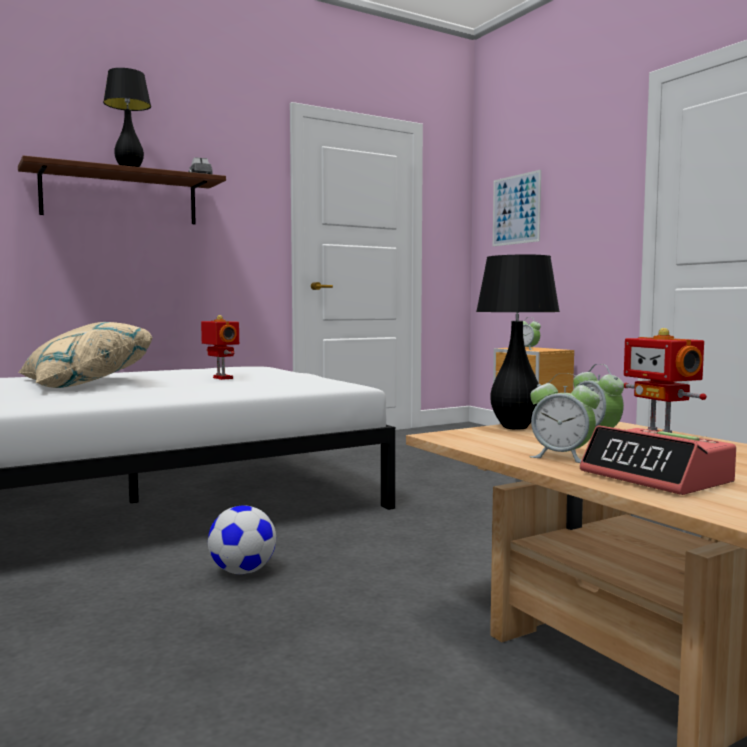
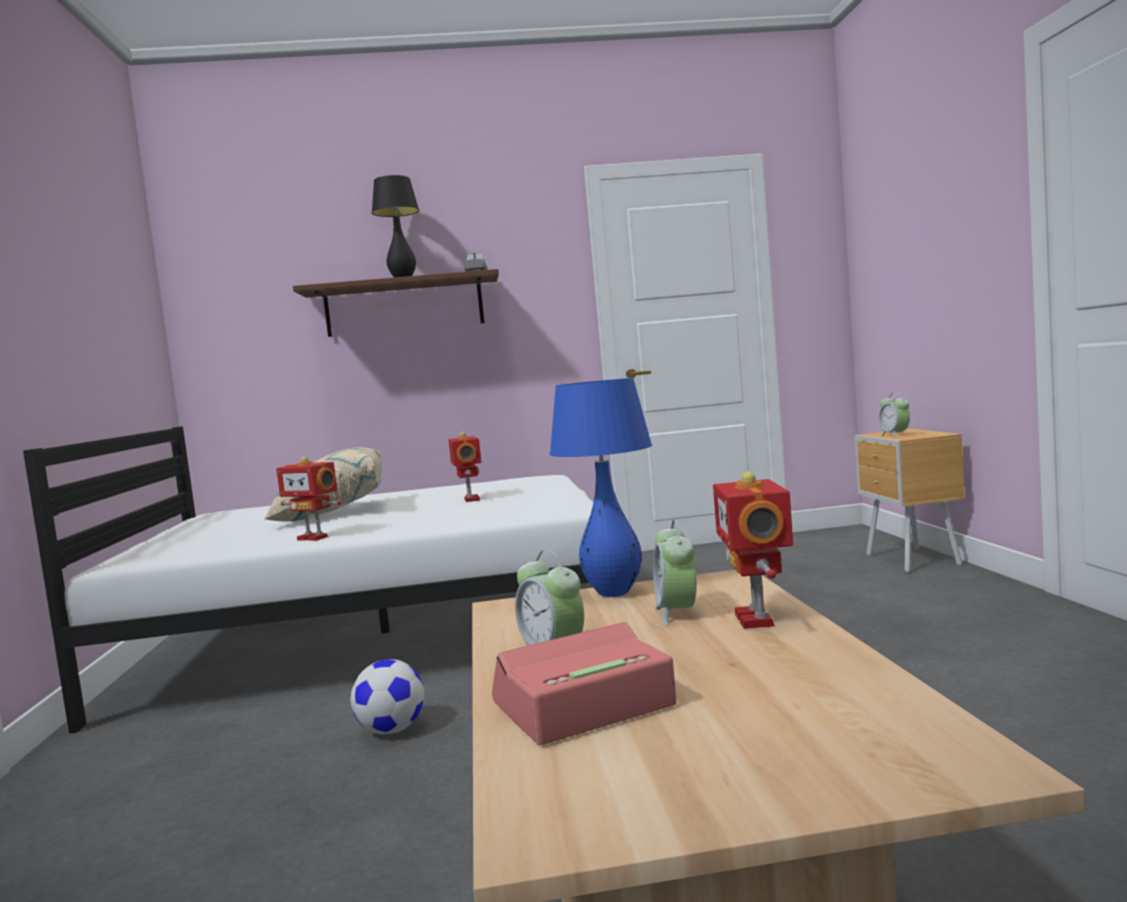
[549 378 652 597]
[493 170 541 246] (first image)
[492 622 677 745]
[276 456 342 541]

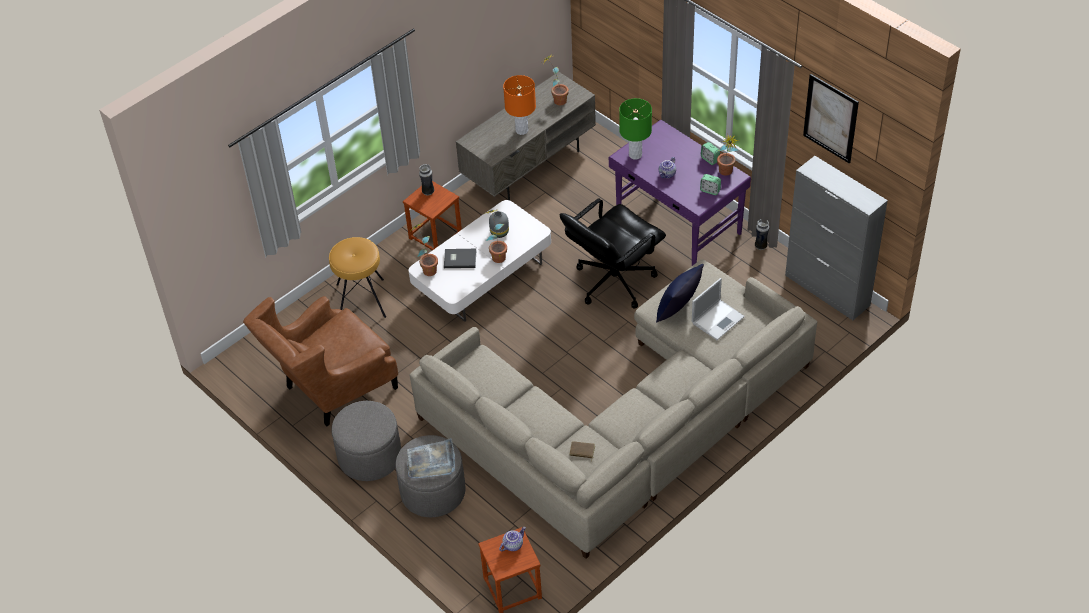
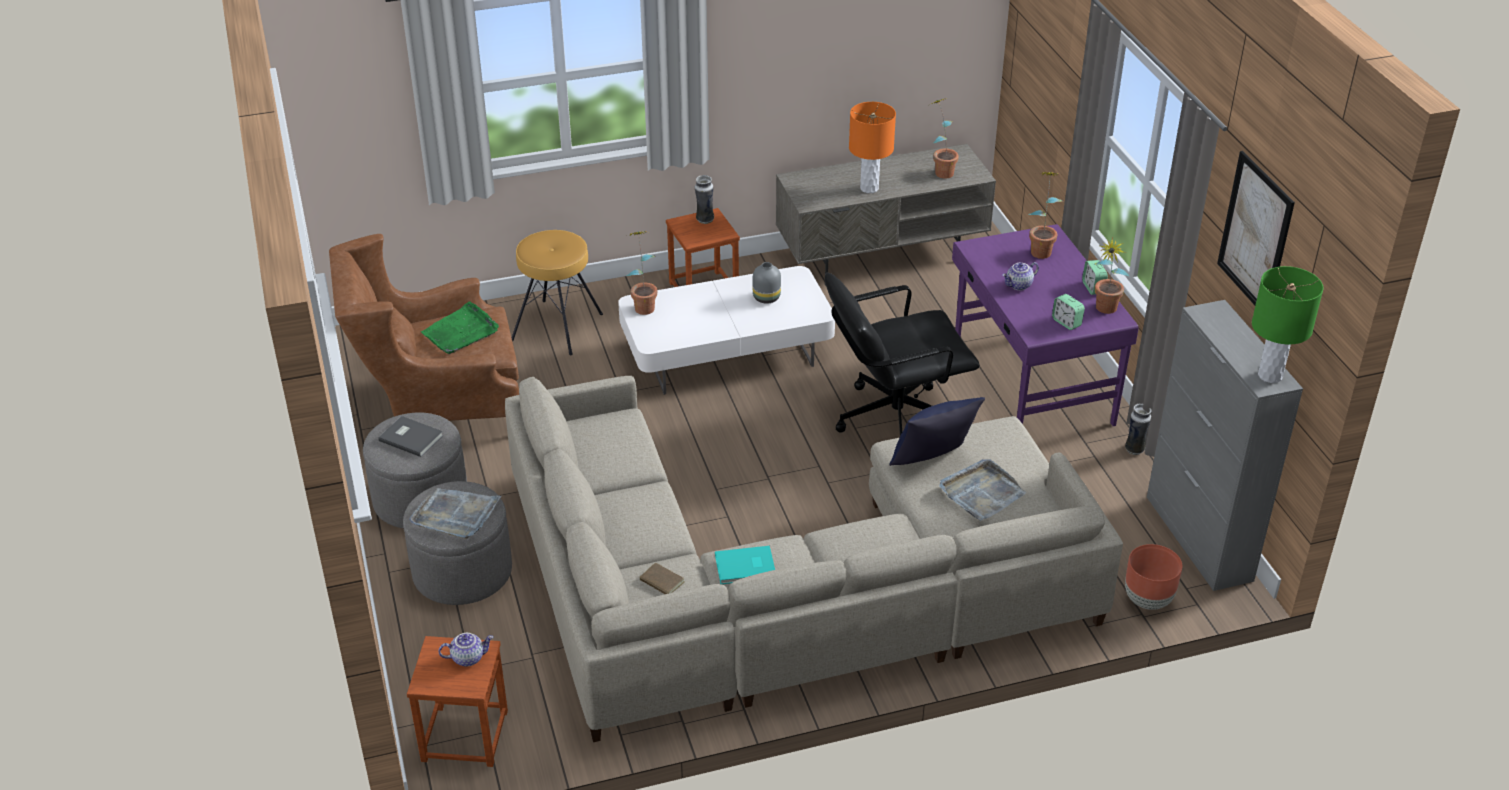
[379 416 443 457]
[1028 172 1064 259]
[1252 266 1323 383]
[939 459 1026 520]
[421 301 499 354]
[715 546 775 584]
[1125 544 1182 610]

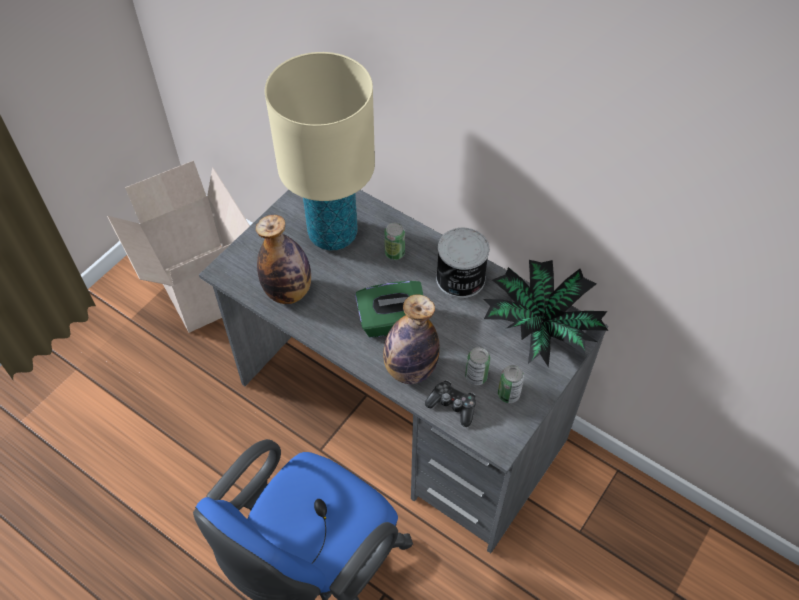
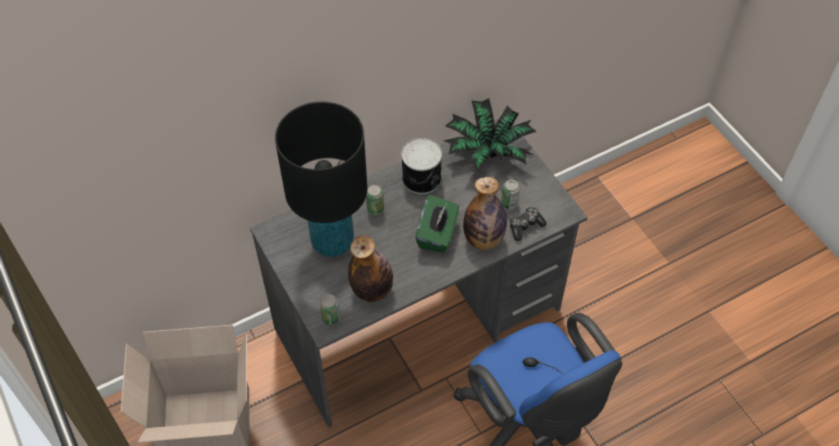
[275 101 367 257]
[320 294 340 325]

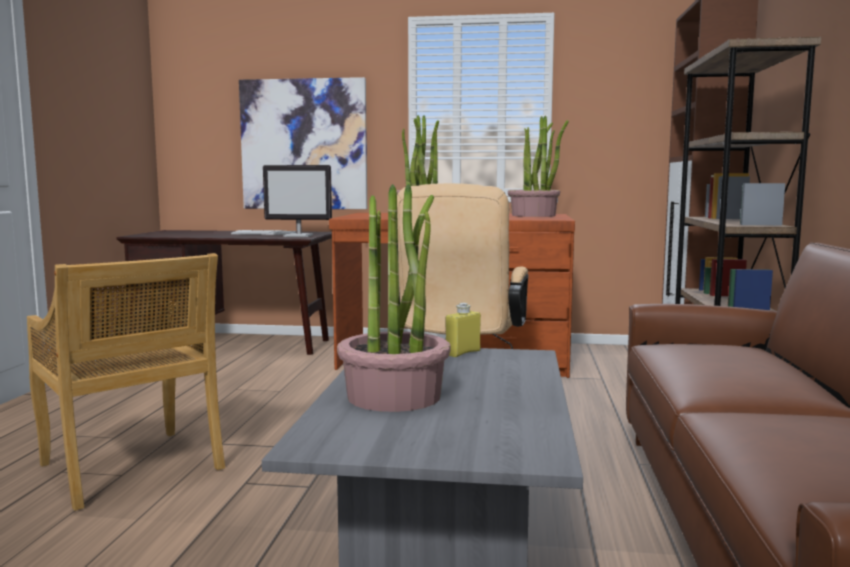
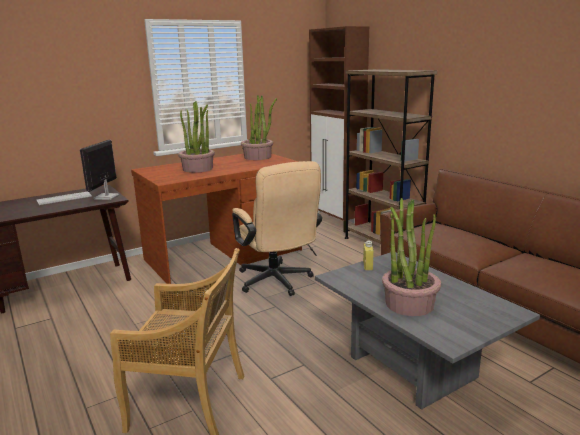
[239 77 367 209] (first image)
[80 140 119 200]

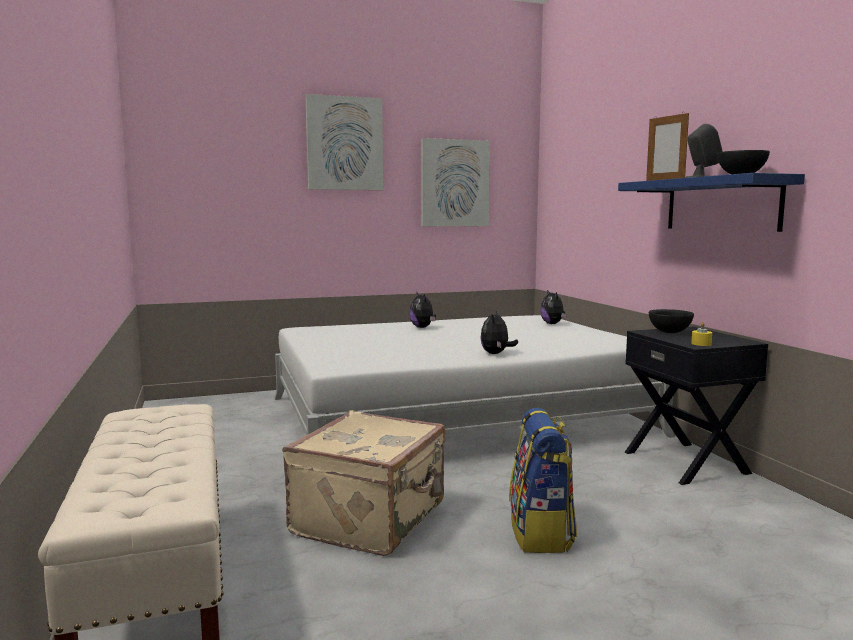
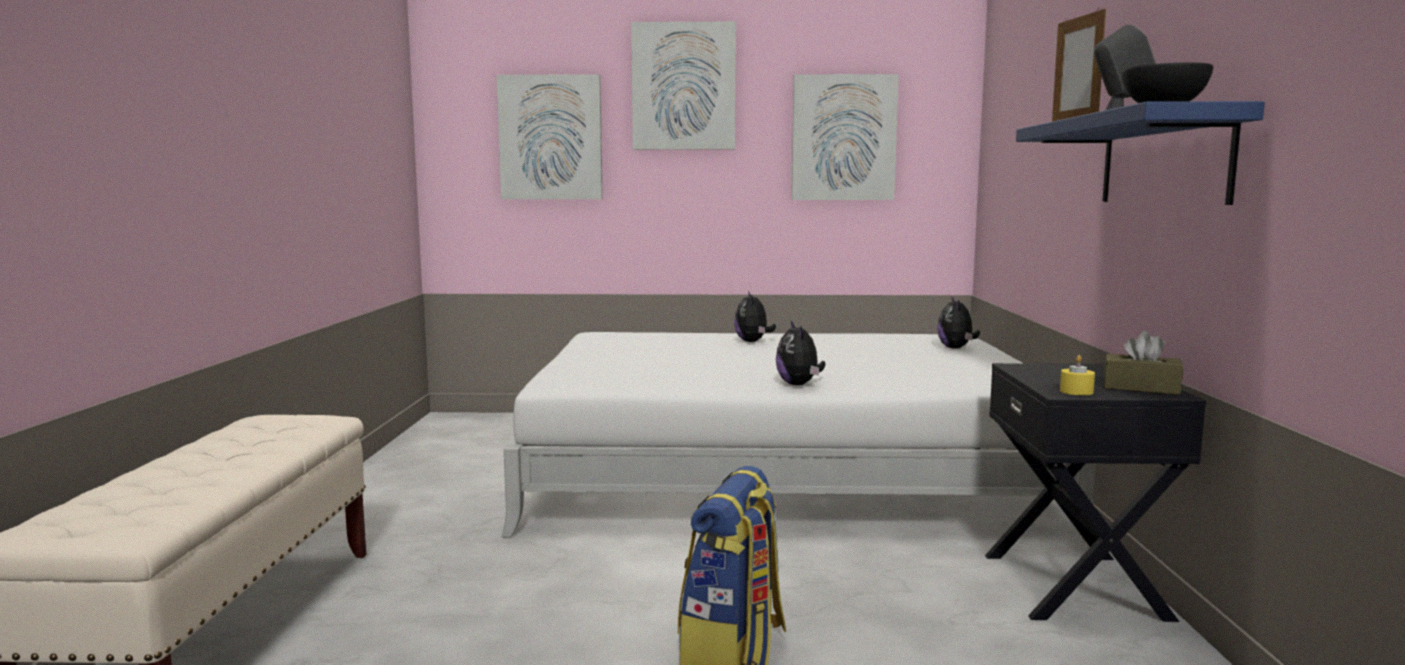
[282 411 445 556] (first image)
[776 321 825 385]
[649 309 694 333] (first image)
[497 74 603 199]
[1104 331 1183 395]

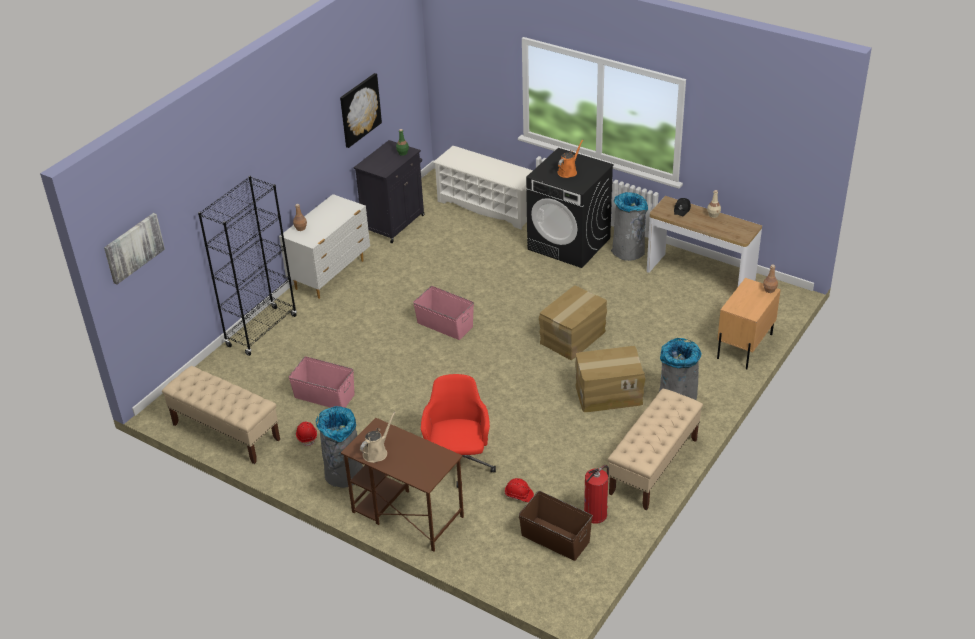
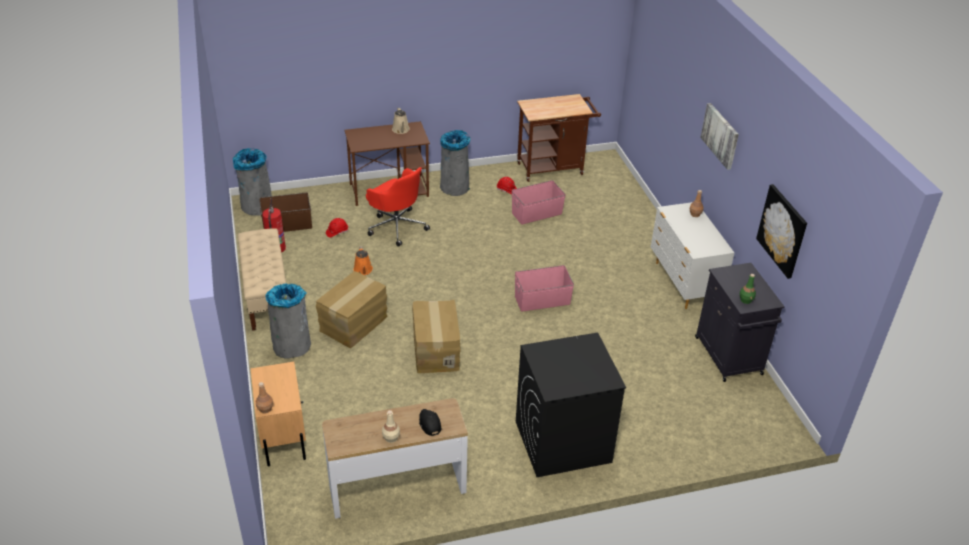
[700 103 739 170]
[517 94 601 182]
[198 176 297 356] (first image)
[433 146 533 229] (first image)
[353 247 373 275]
[233 148 272 216]

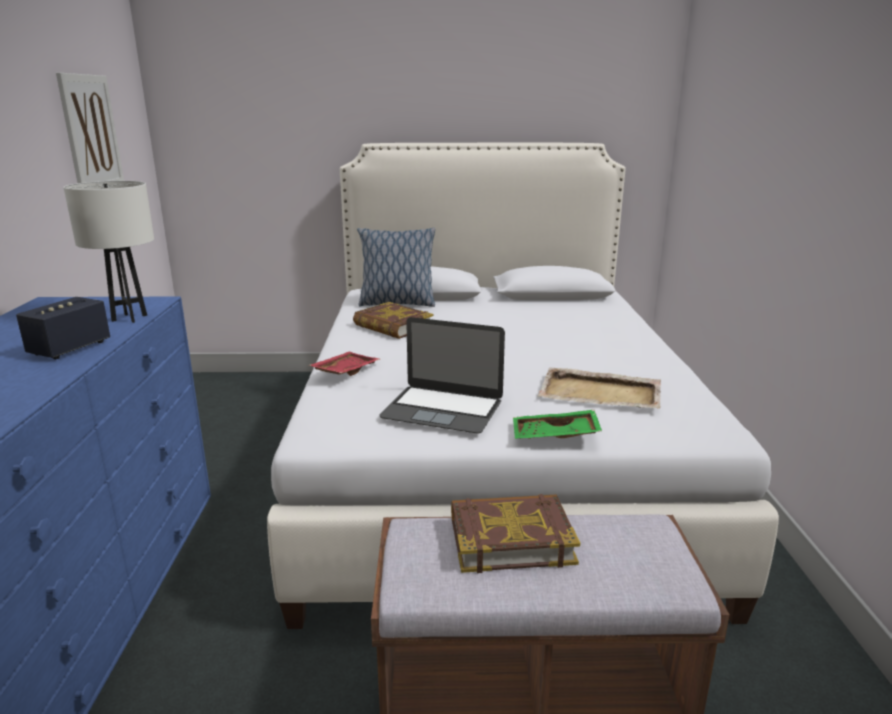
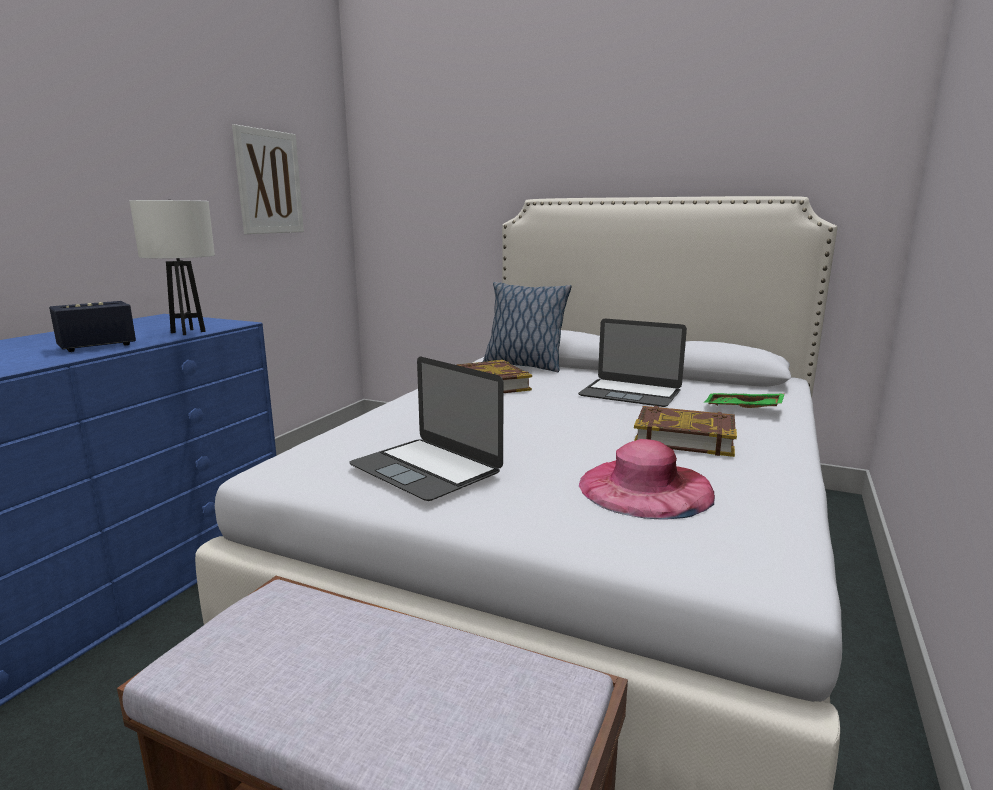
[309 352 380 376] (first image)
[634 406 737 457]
[704 393 785 408]
[579 439 715 520]
[578 319 687 407]

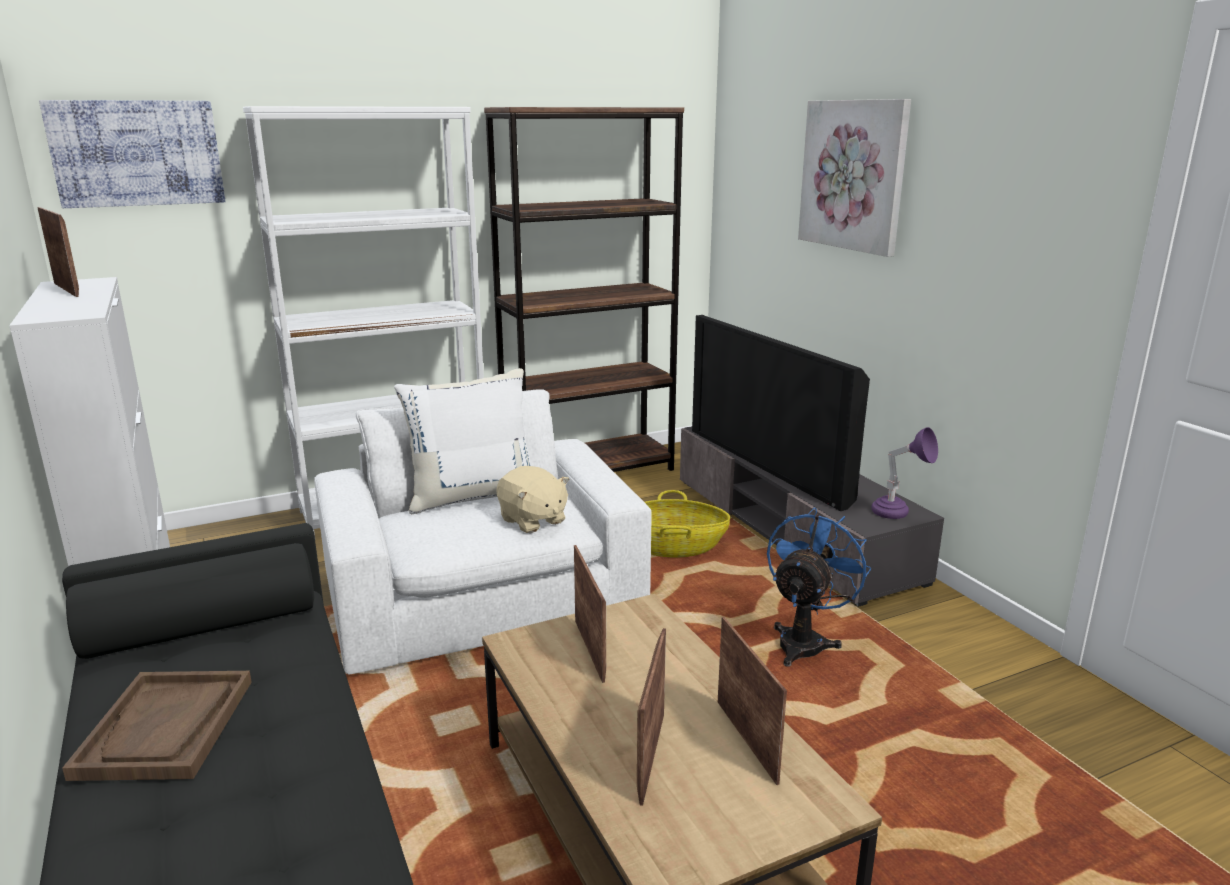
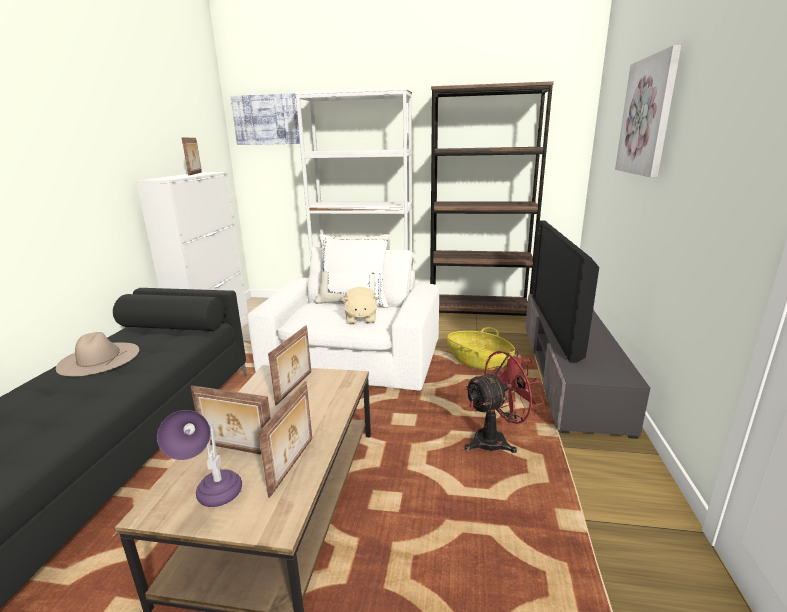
[56 332 139 376]
[190 385 271 455]
[464 349 544 453]
[157 410 242 507]

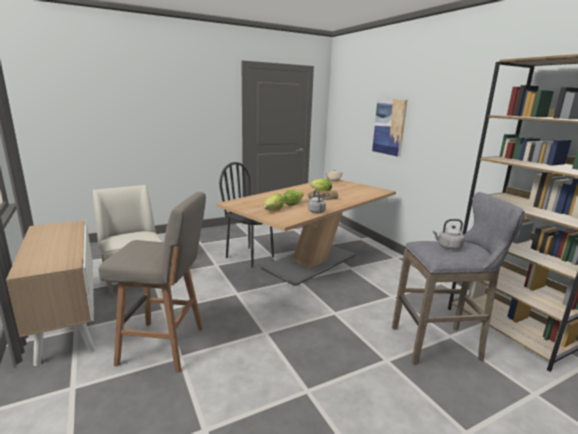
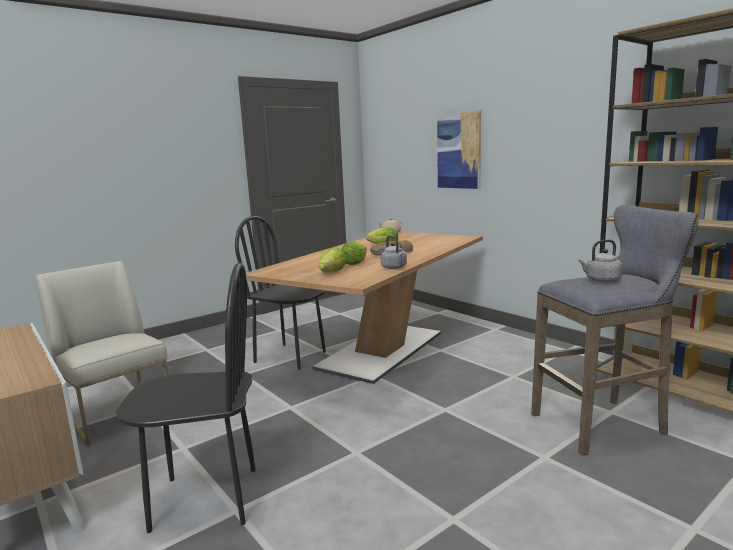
[116 263 256 533]

